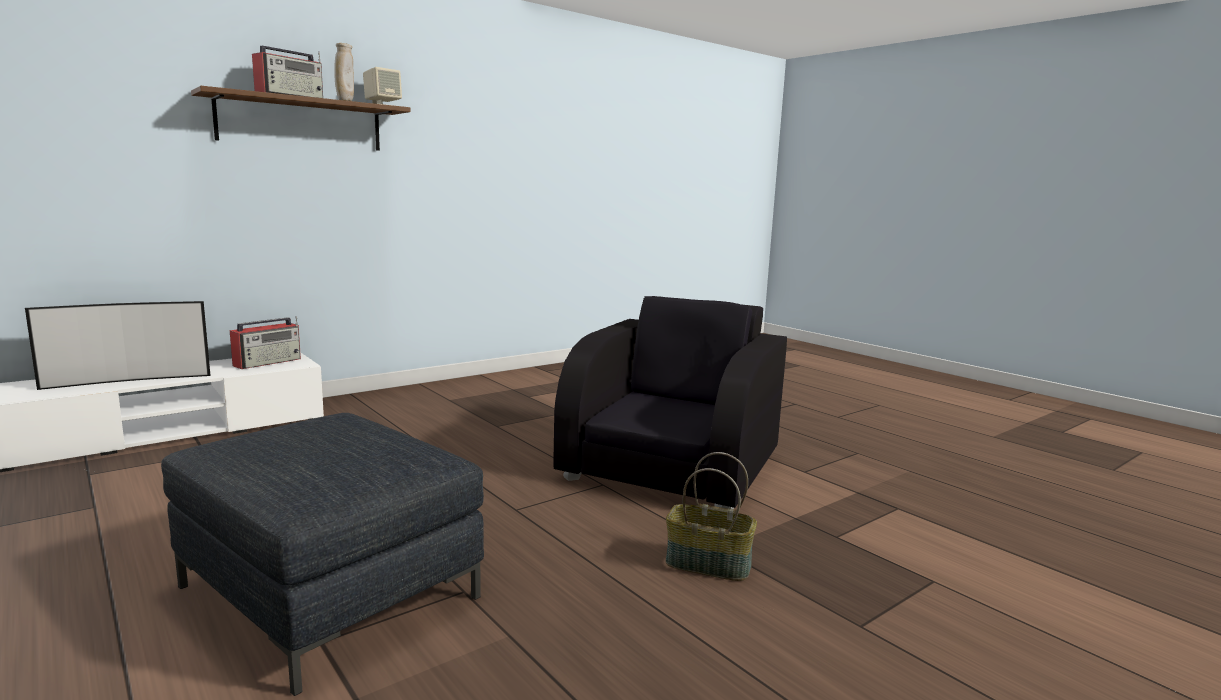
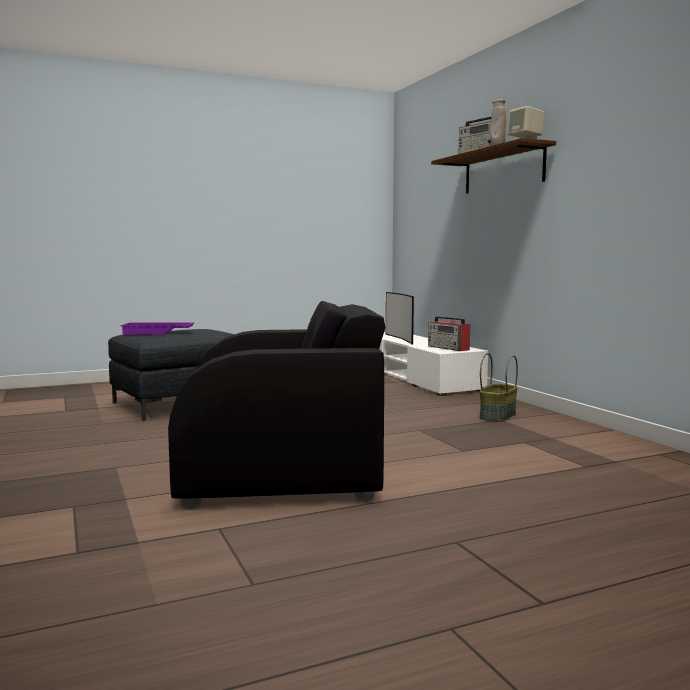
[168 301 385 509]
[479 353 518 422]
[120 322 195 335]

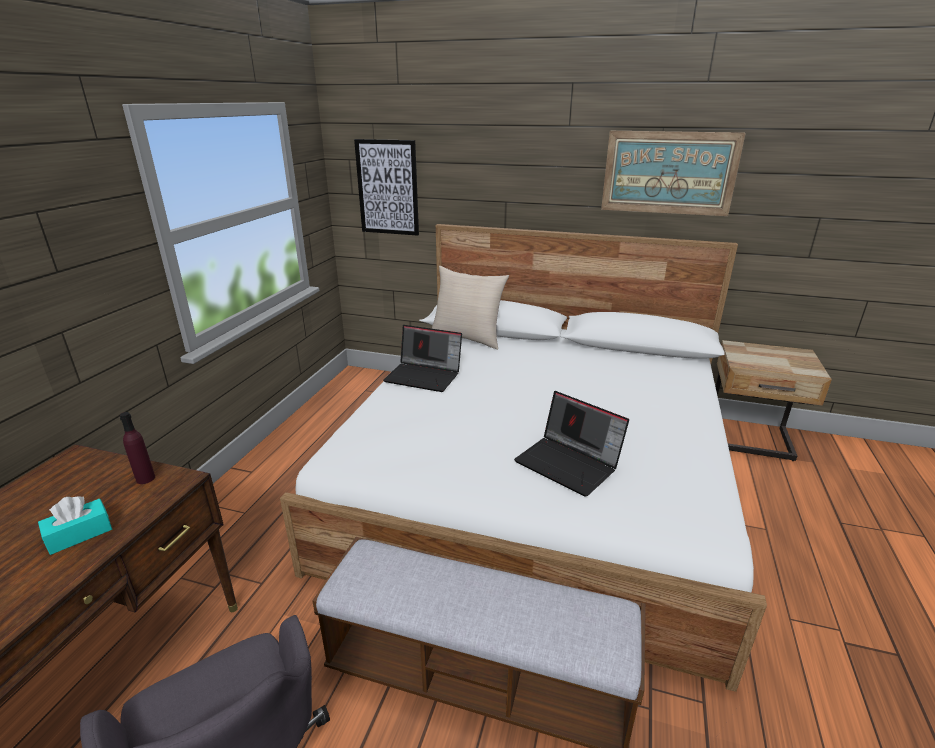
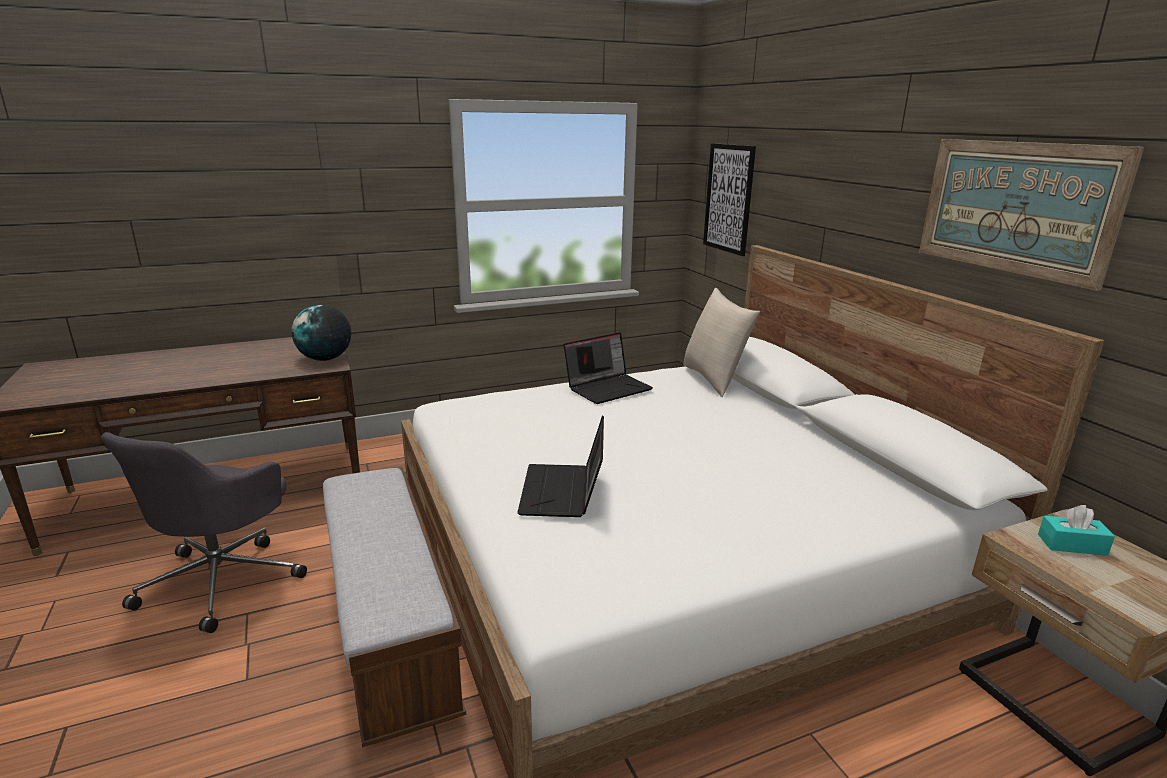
[1038 505 1115 556]
[291 304 351 361]
[563 332 653 404]

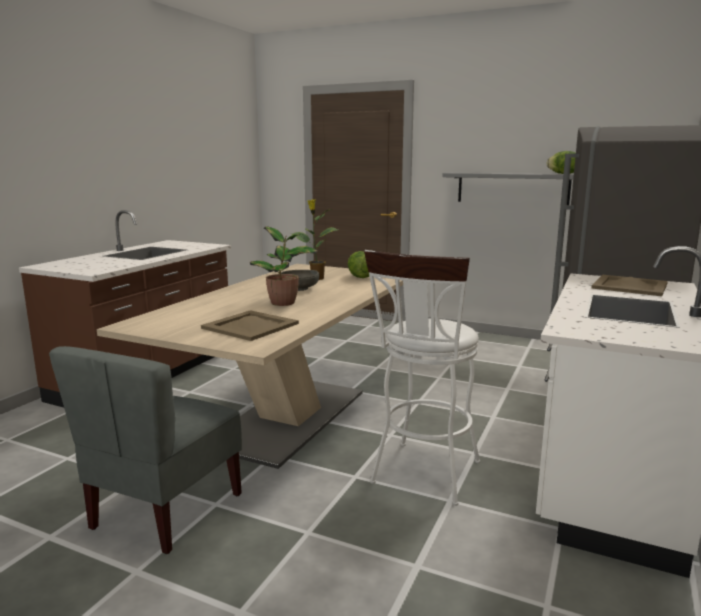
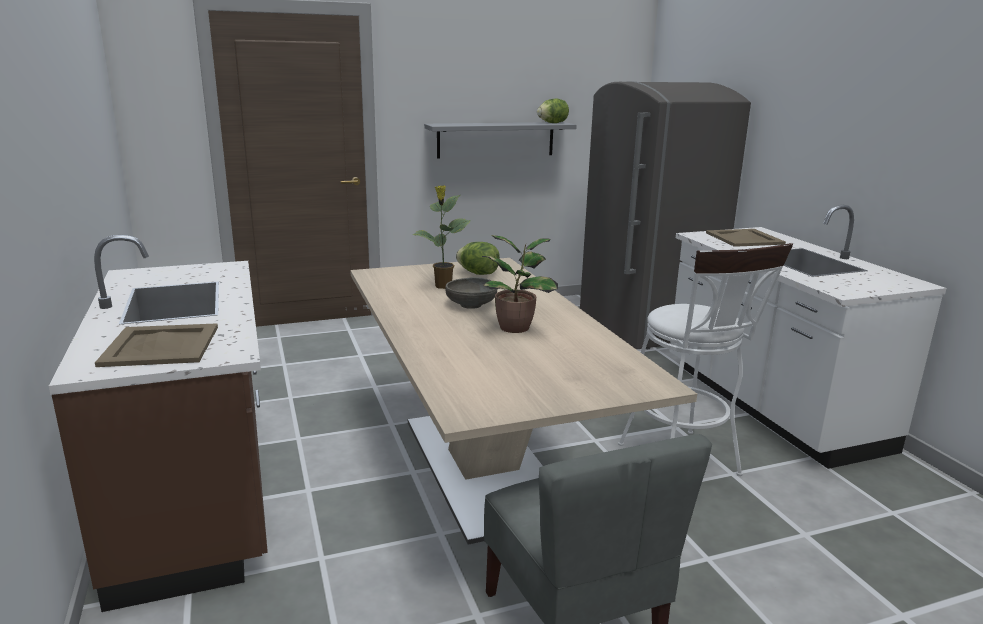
[95 323 218 367]

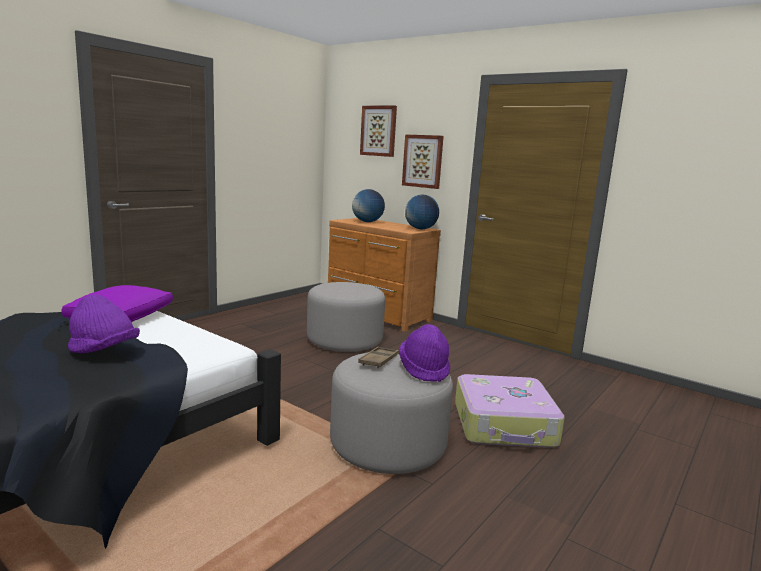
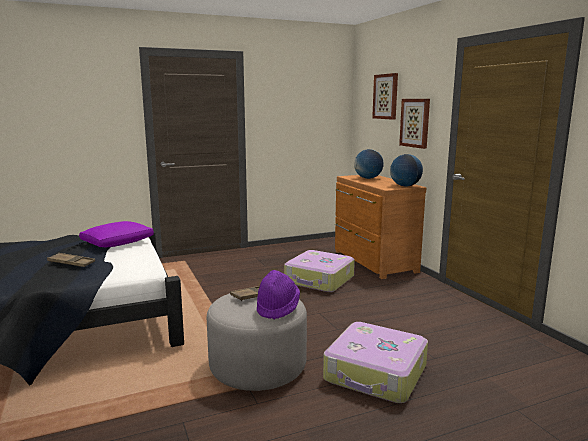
[47 253 95 267]
[284 250 355 292]

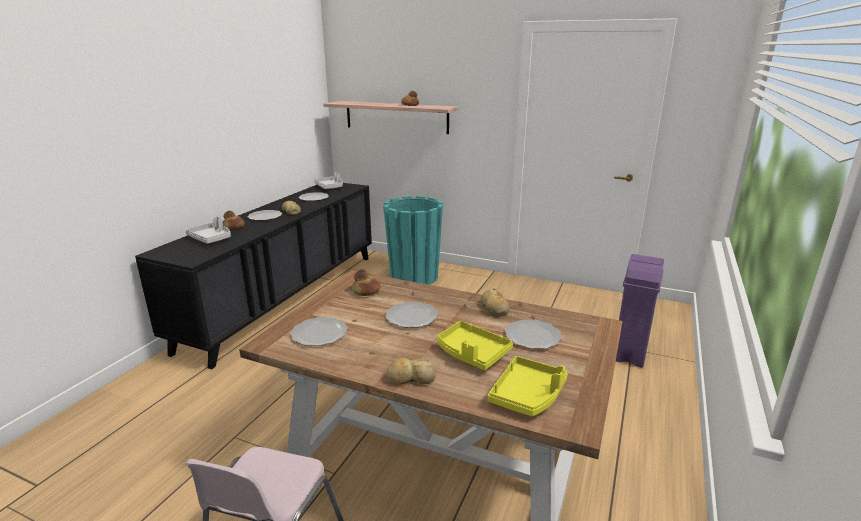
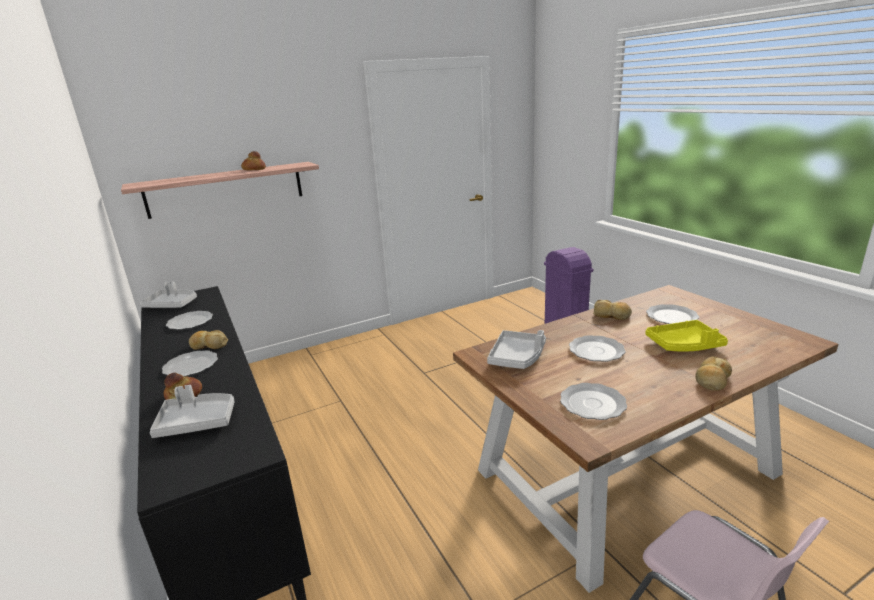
[487 330 546 369]
[383 196 443 285] (first image)
[488 356 568 416] (first image)

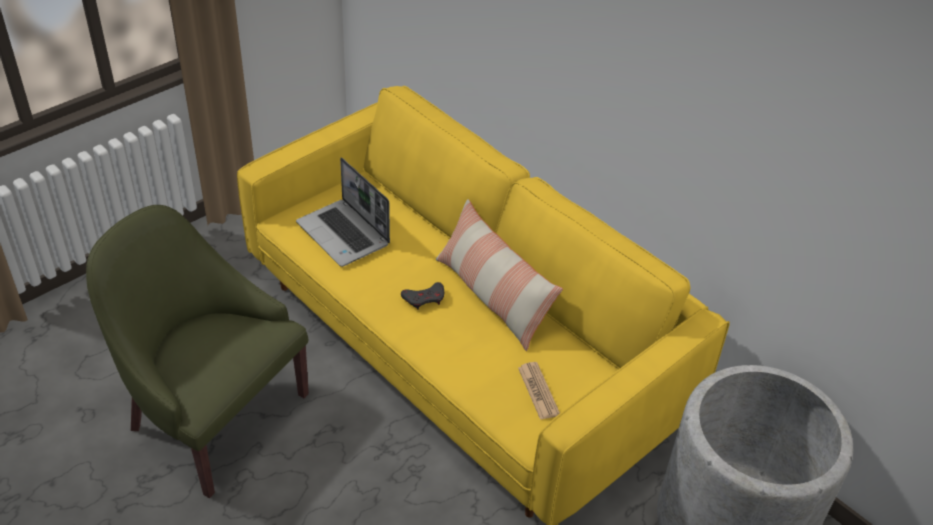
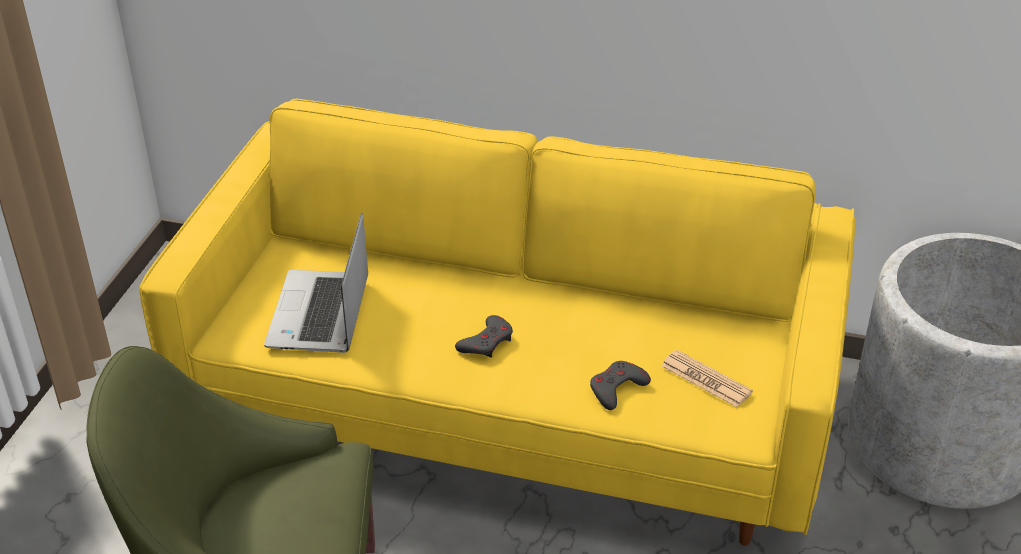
[264 212 368 353]
[436 199 563 351] (first image)
[590 361 651 410]

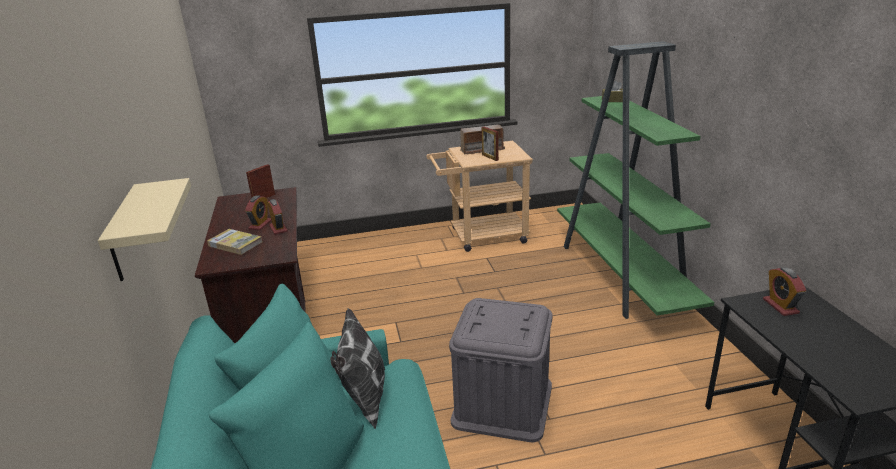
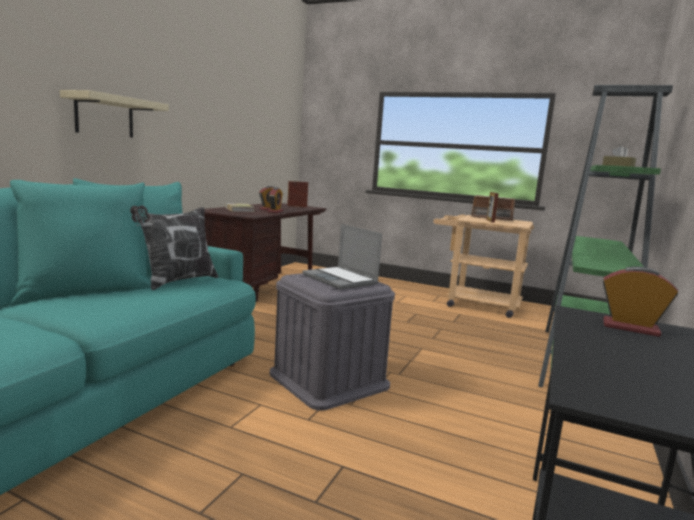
[603 267 678 337]
[302 224 382 289]

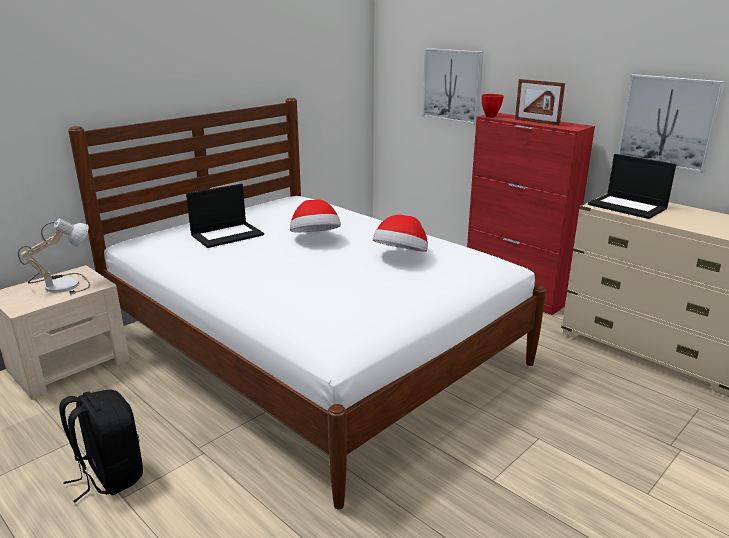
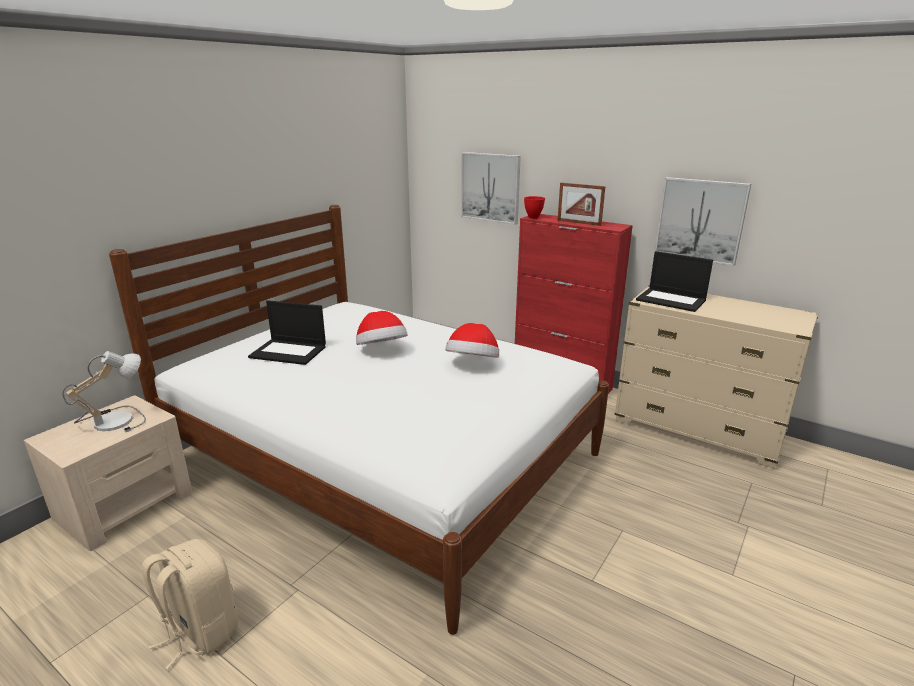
[142 539 238 670]
[248 300 326 365]

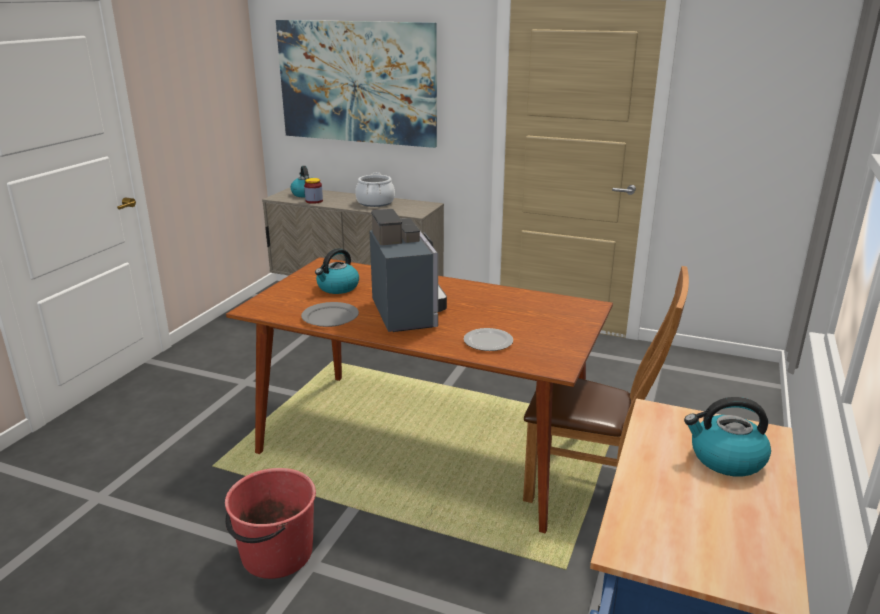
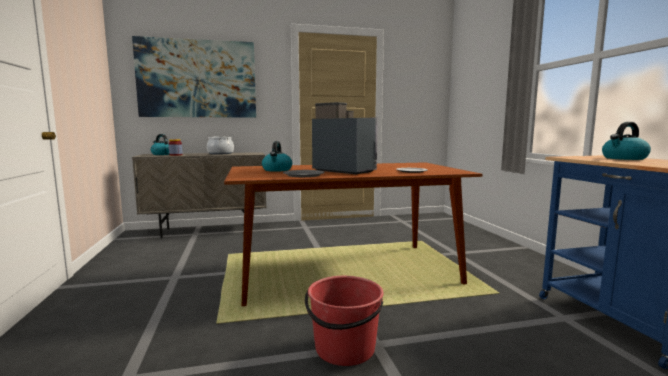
[523 266 689 503] (first image)

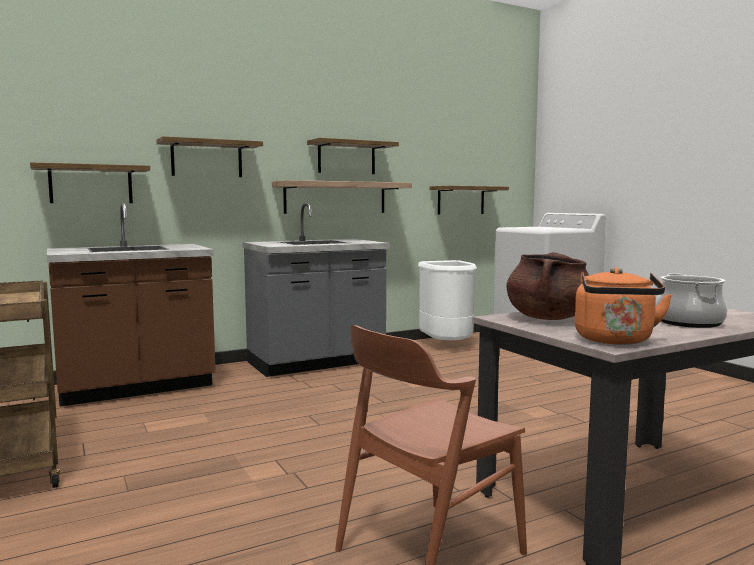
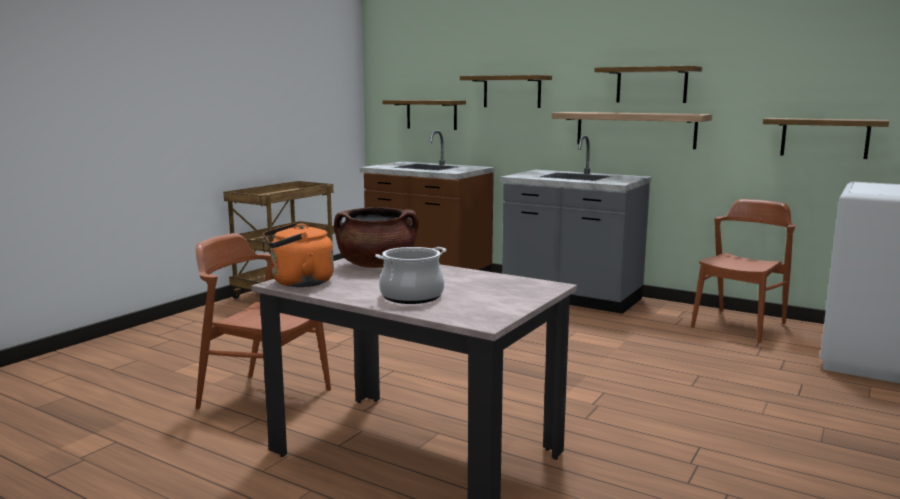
[691 199 795 343]

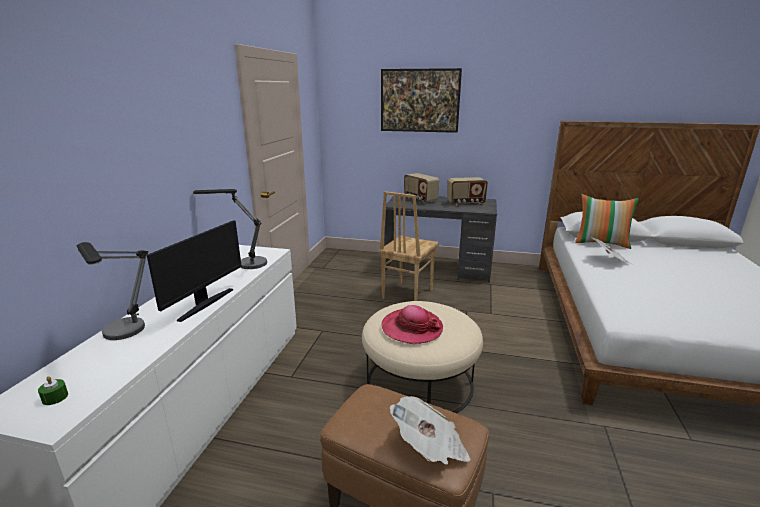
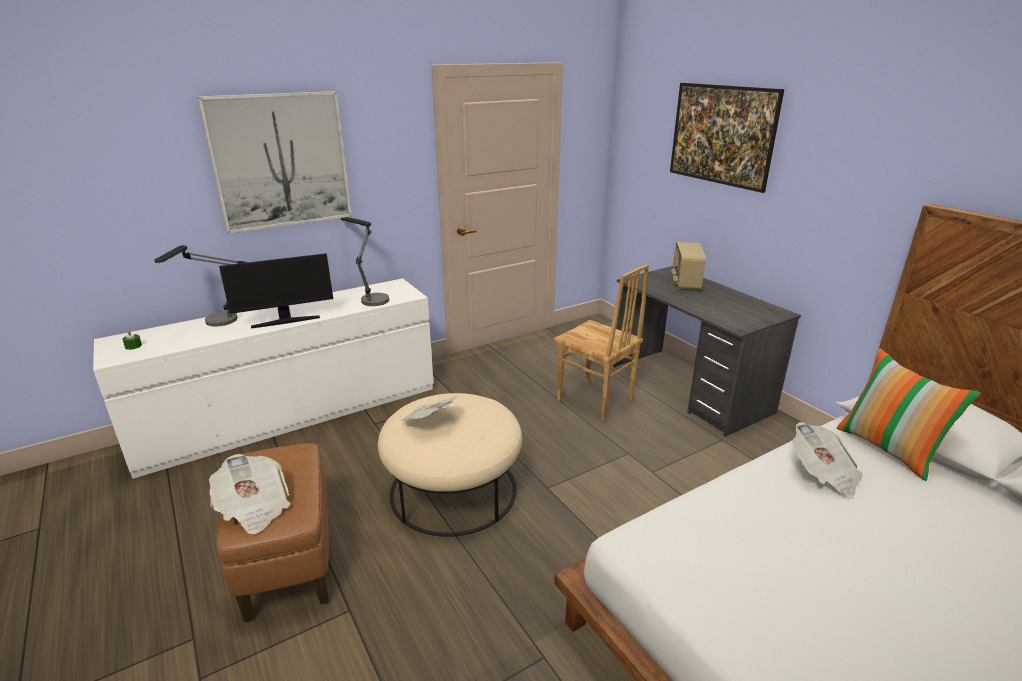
[554 264 649 422]
[400 396 459 421]
[447 177 488 206] (first image)
[197 91 352 234]

